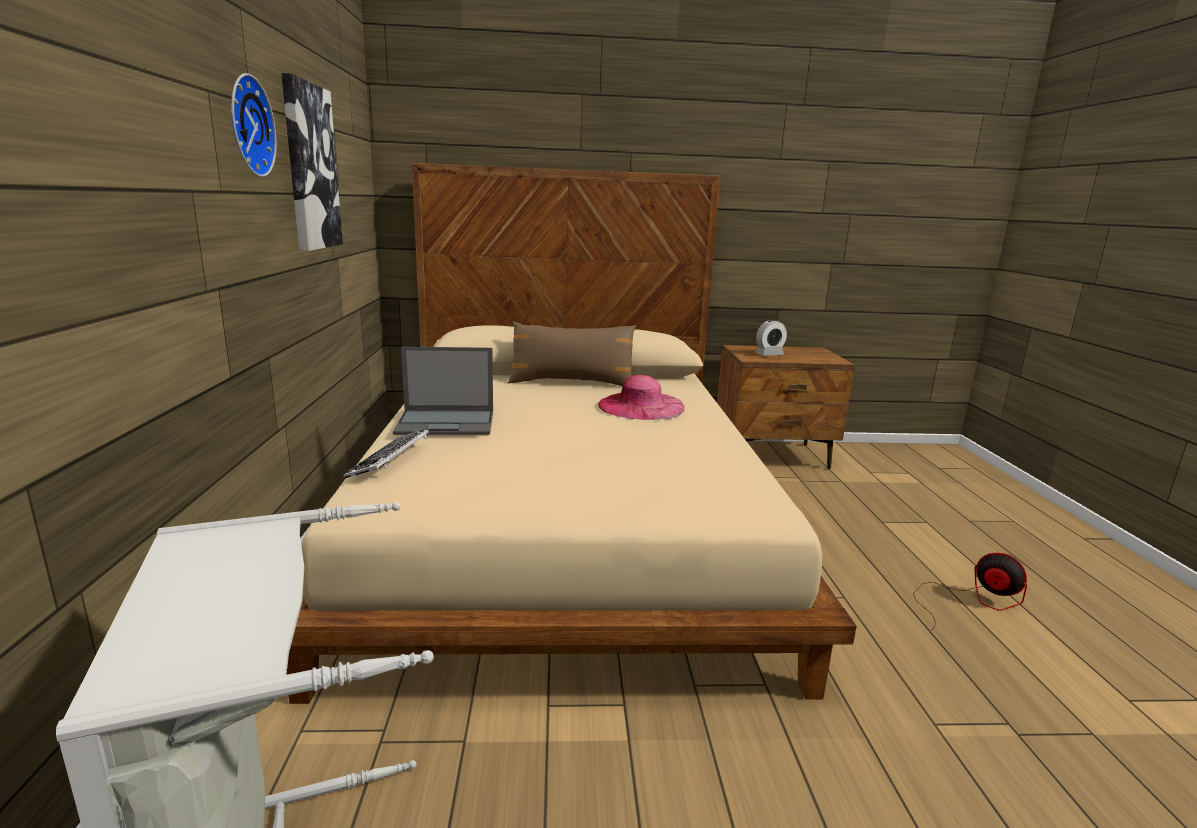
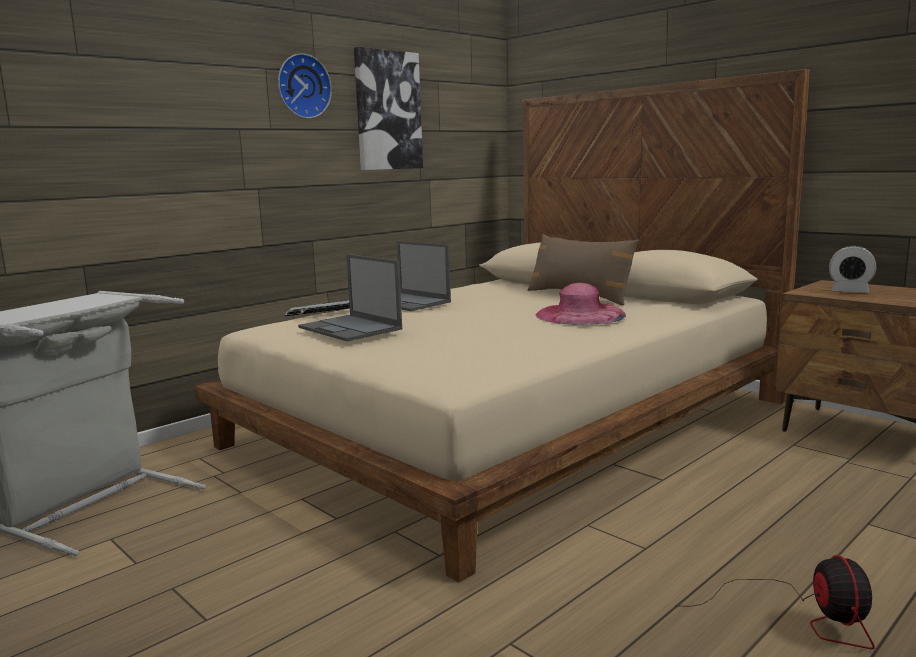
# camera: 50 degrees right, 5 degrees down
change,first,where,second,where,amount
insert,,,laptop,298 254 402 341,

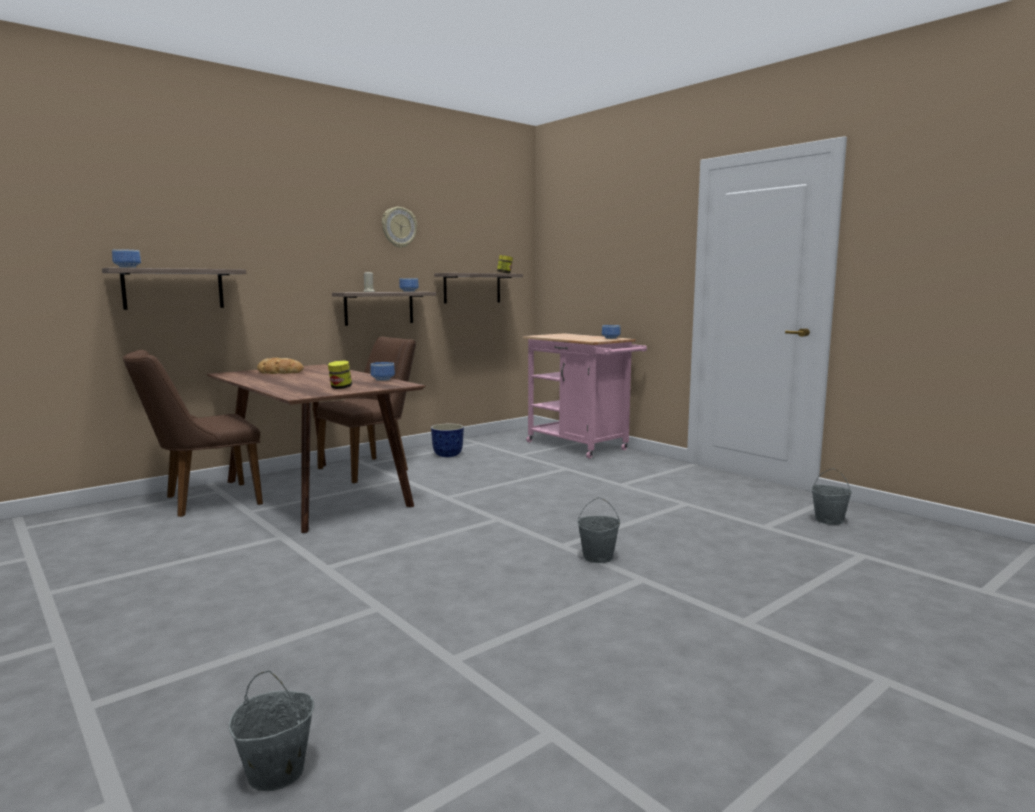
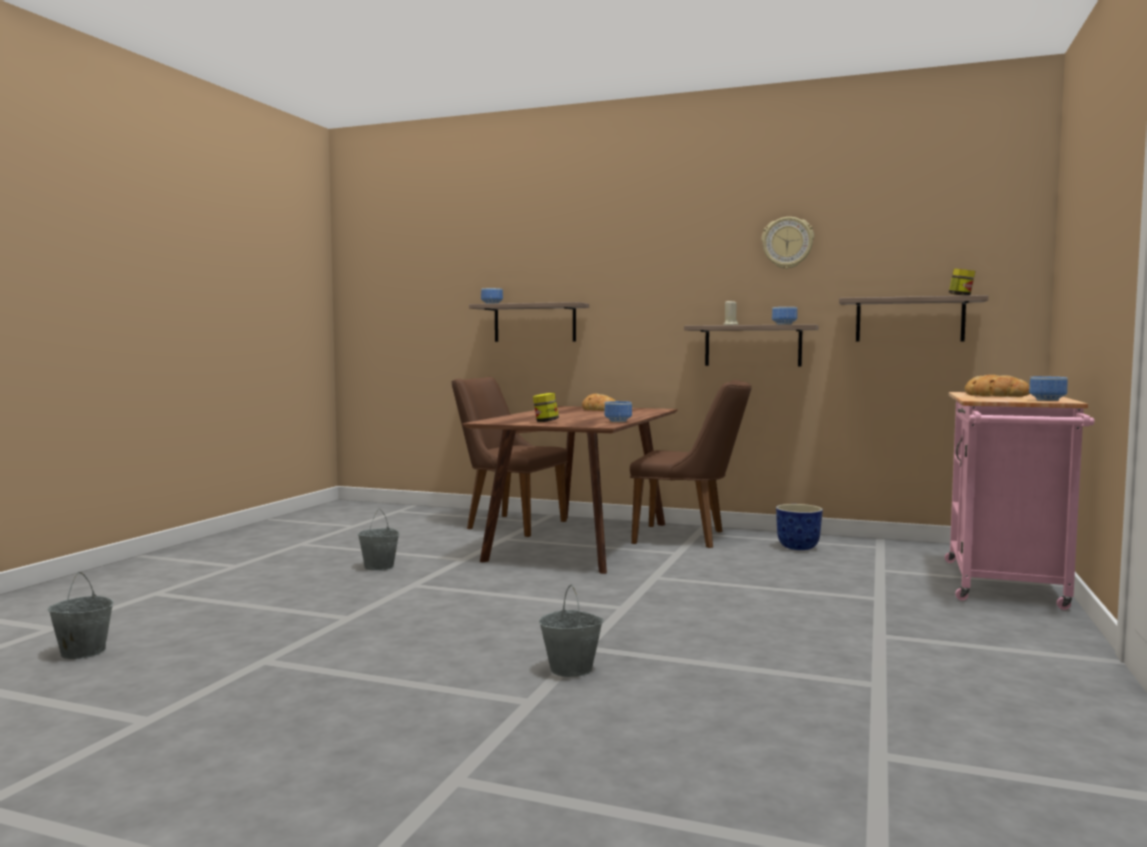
# camera: 60 degrees right, 5 degrees down
change,first,where,second,where,amount
move,pail/greyish,811 468 852 525,,357 509 400 571,
insert,,,bakery bread,965 375 1030 397,

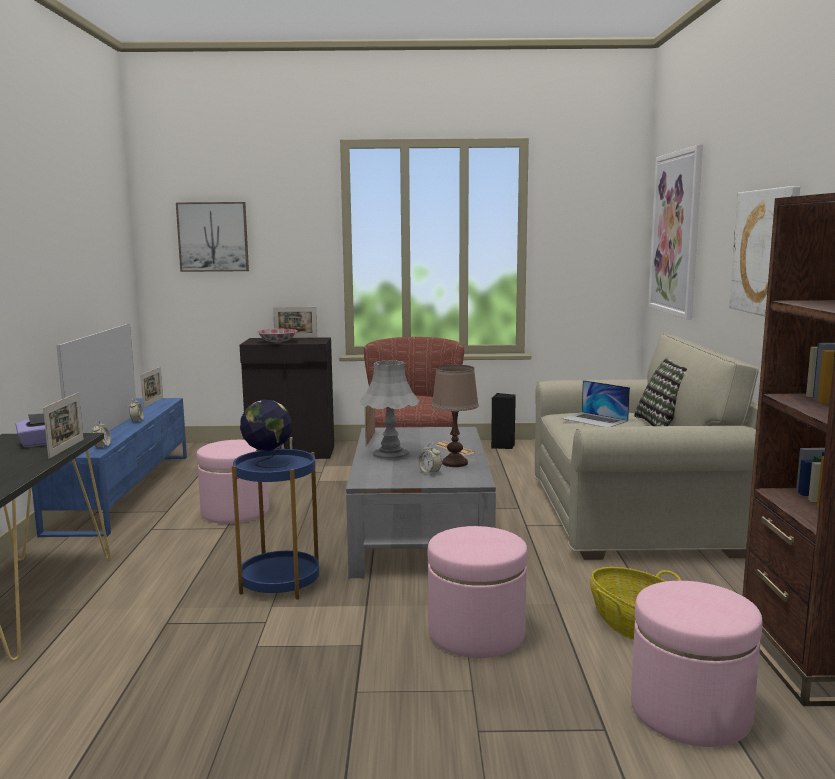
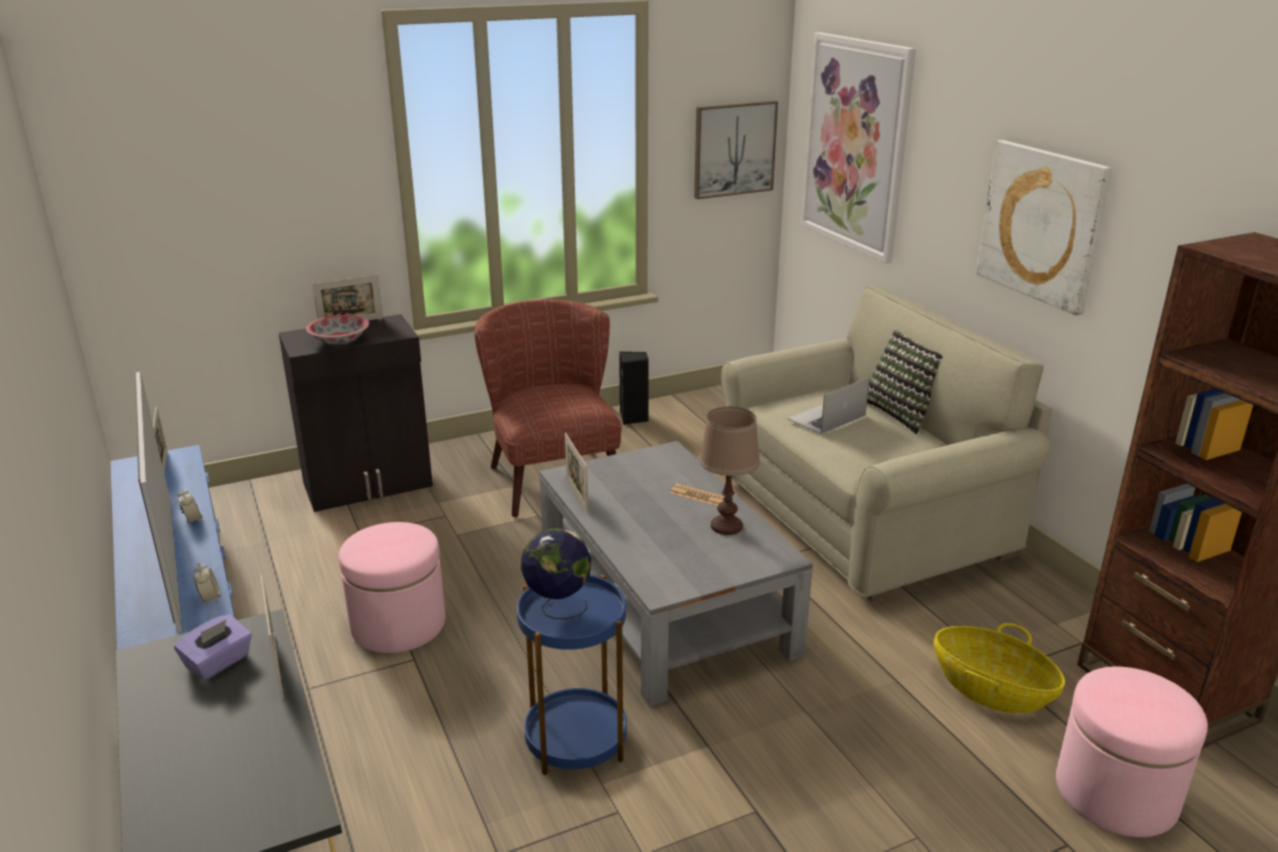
# camera: 25 degrees left, 15 degrees up
change,first,where,second,where,amount
move,wall picture,176 202 249 272,,694 101 778 199,
delete,table lamp/greyish,360 360 419 460,,,
rotate,laptop,561 380 630 427,,788 377 870 434,120 degrees clockwise
delete,bedside clock,418 443 442 475,,,
delete,pouffe/pink-coloured,428 526 528 658,,,

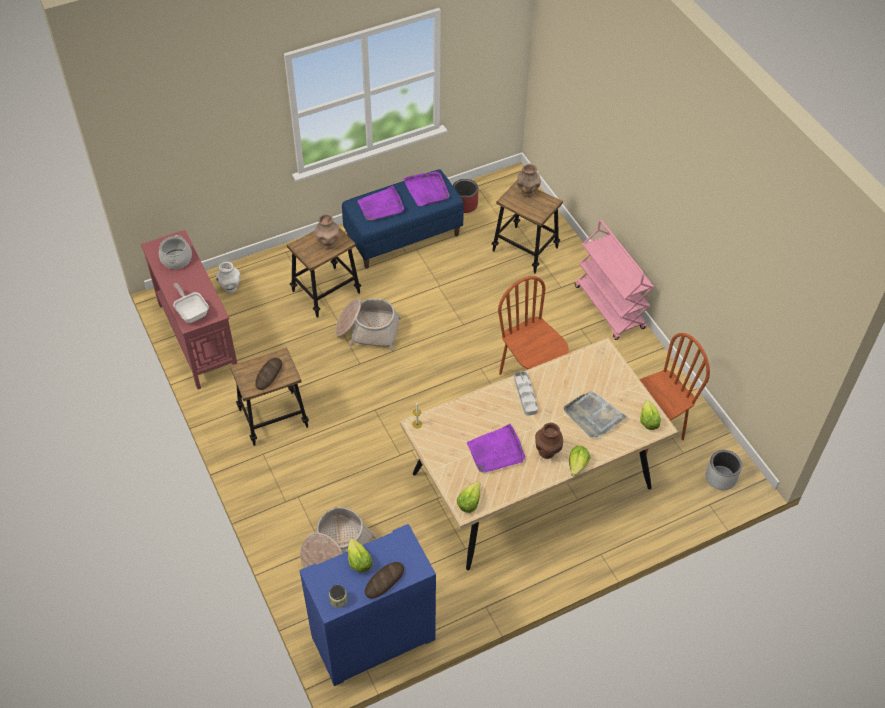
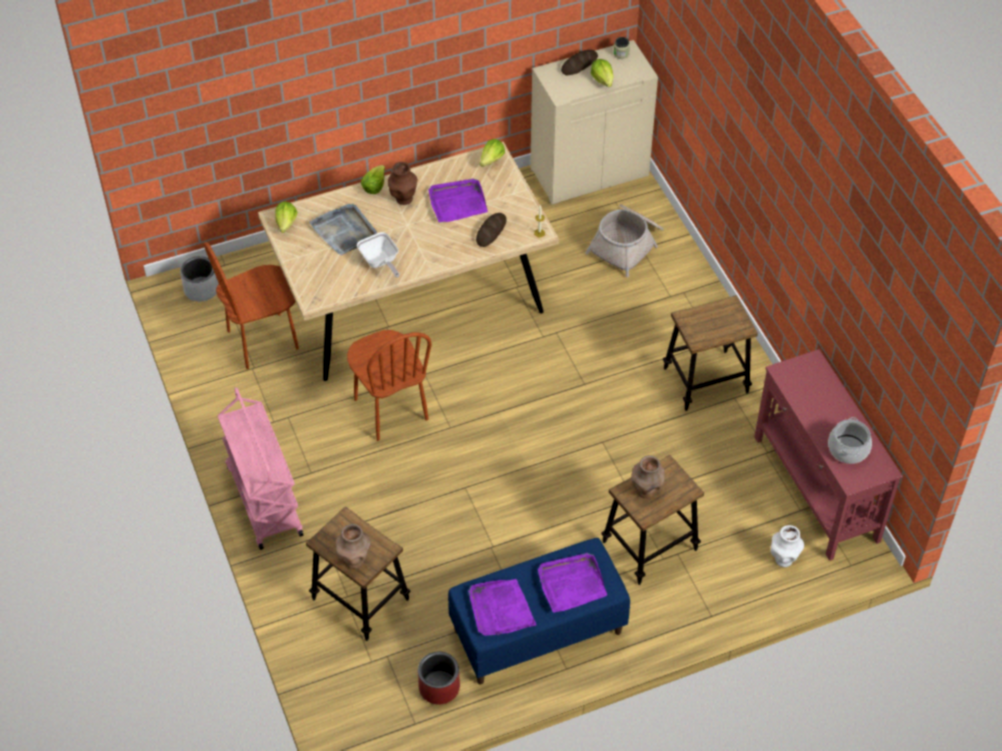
# camera: 175 degrees left, 0 degrees up
change,first,where,second,where,amount
move,pan,173 283 209 323,,357 232 399 278,
delete,storage basket,335 298 401 351,,,
move,bakery bread,255 358 282 390,,476 213 507 247,
delete,tray/greyish,514 371 538 416,,,
recolor,cupboard/blue,300 524 436 686,cupboard/beige,530 40 658 205,

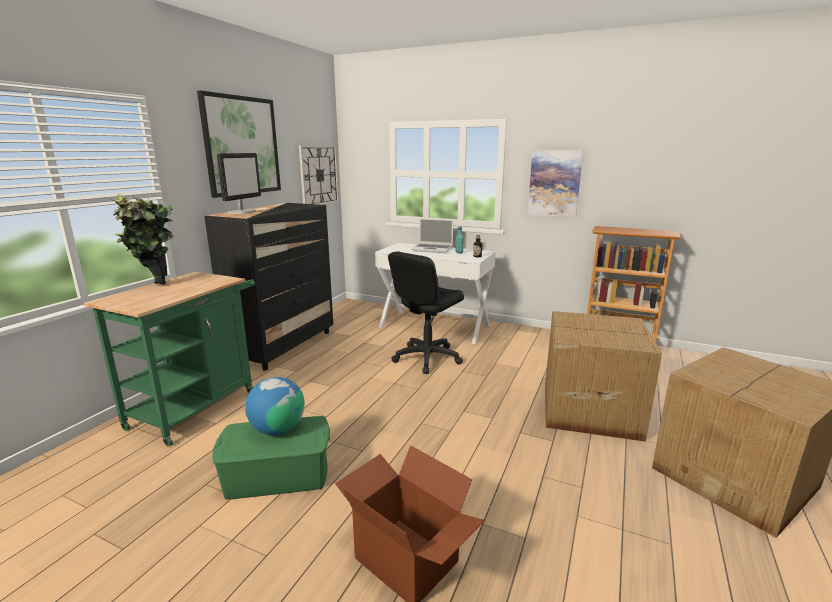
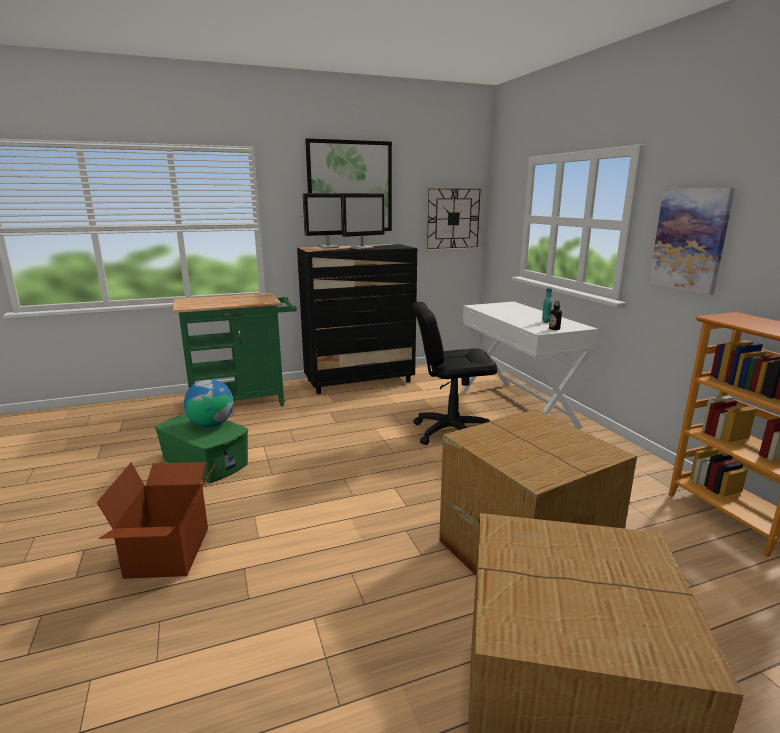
# camera: 45 degrees right, 0 degrees up
change,first,where,second,where,amount
delete,potted plant,110 194 174 285,,,
delete,laptop,411 218 453 253,,,
insert,,,monitor,341 193 385 249,

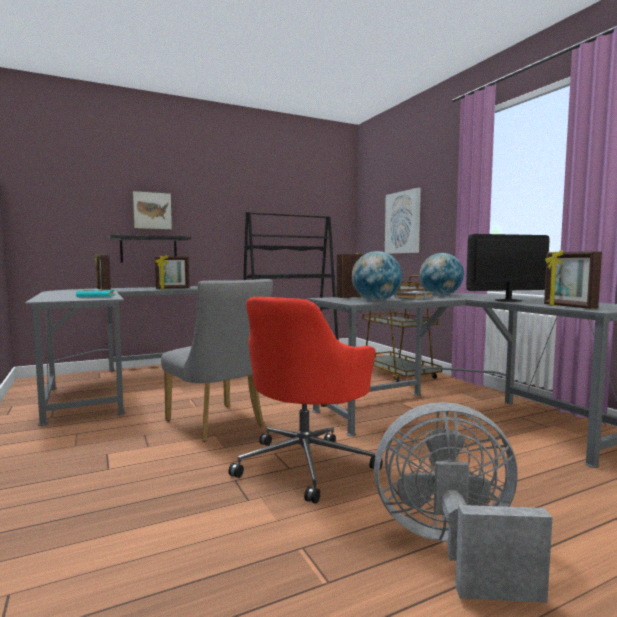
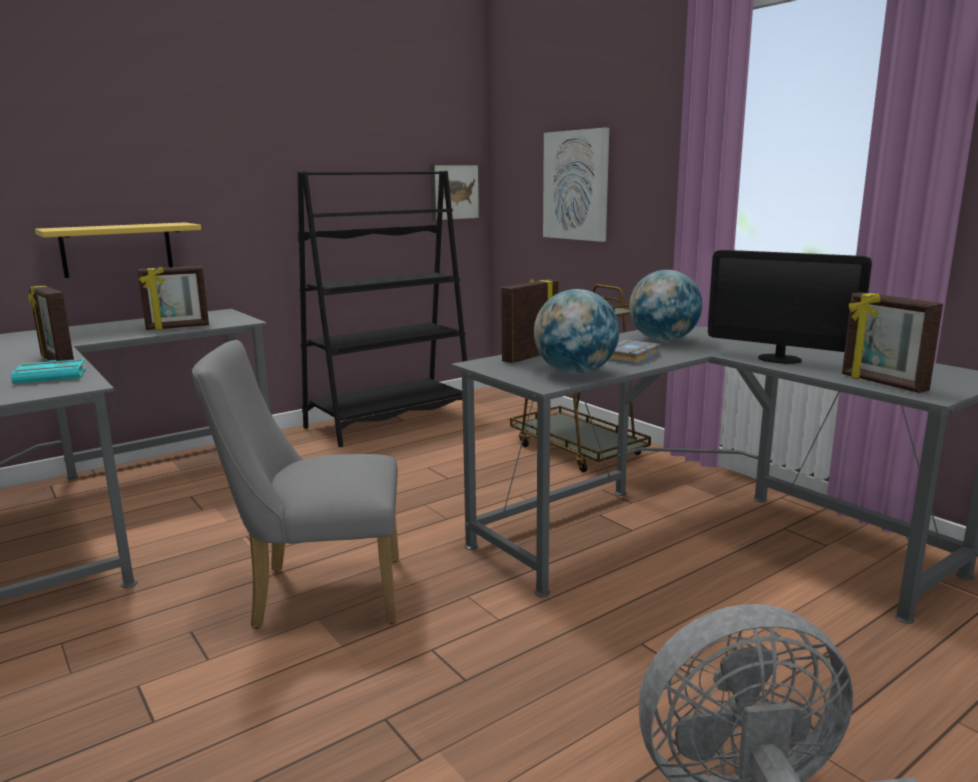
# camera: 10 degrees left, 10 degrees up
change,first,where,second,where,amount
move,wall picture,132 190 173 230,,430 164 480 221,
recolor,bracket shelf/black-coloured,109 234 191 263,bracket shelf/yellowish,35 222 201 278,
rotate,monitor,466 234 550 302,,708 250 872 364,120 degrees counterclockwise
rotate,plain chair/greyish,161 279 273 442,,192 340 399 629,135 degrees clockwise
delete,office chair/reddish,228 297 383 504,,,

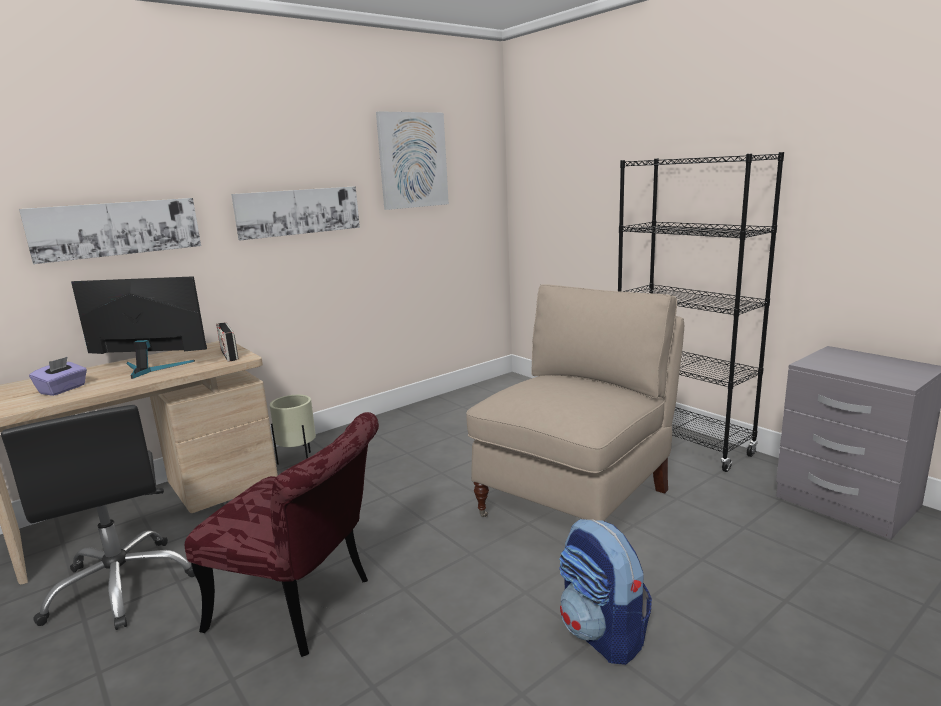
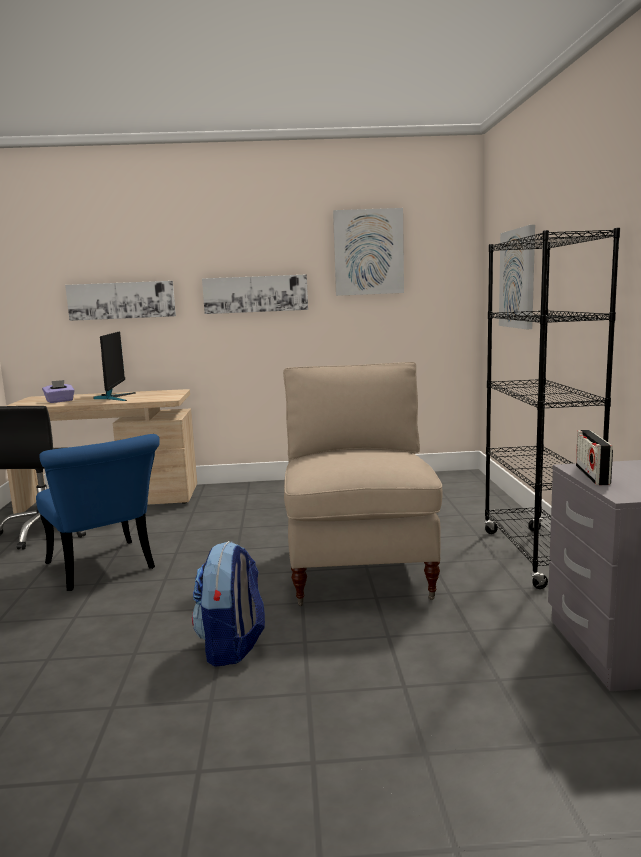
# camera: 35 degrees right, 5 degrees down
change,first,where,second,where,amount
rotate,monitor,71 276 207 379,,94 331 135 401,45 degrees clockwise
rotate,plain chair/beige,466 284 684 521,,283 362 443 606,75 degrees counterclockwise
move,radio,216 322 239 361,,576 430 613 485,
delete,flower pot/beige,270 395 316 465,,,
recolor,plain chair/reddish,185 412 379 657,plain chair/blue,36 434 160 591,
insert,,,wall picture,499 225 535 329,

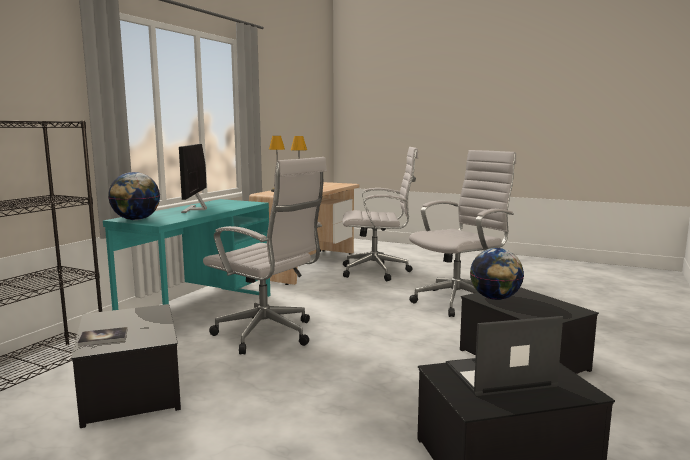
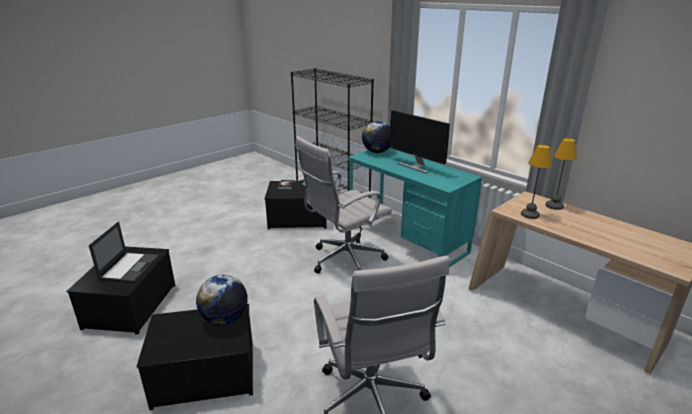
# camera: 110 degrees right, 15 degrees up
change,first,where,second,where,amount
rotate,monitor,179 144 207 213,,389 110 450 173,150 degrees counterclockwise
delete,office chair/white-coloured,342 147 418 281,,,

